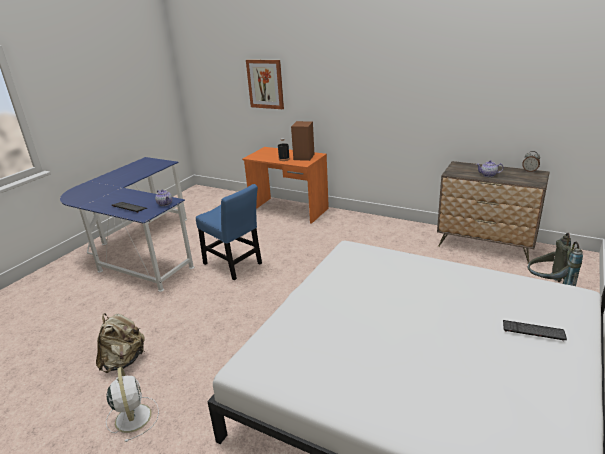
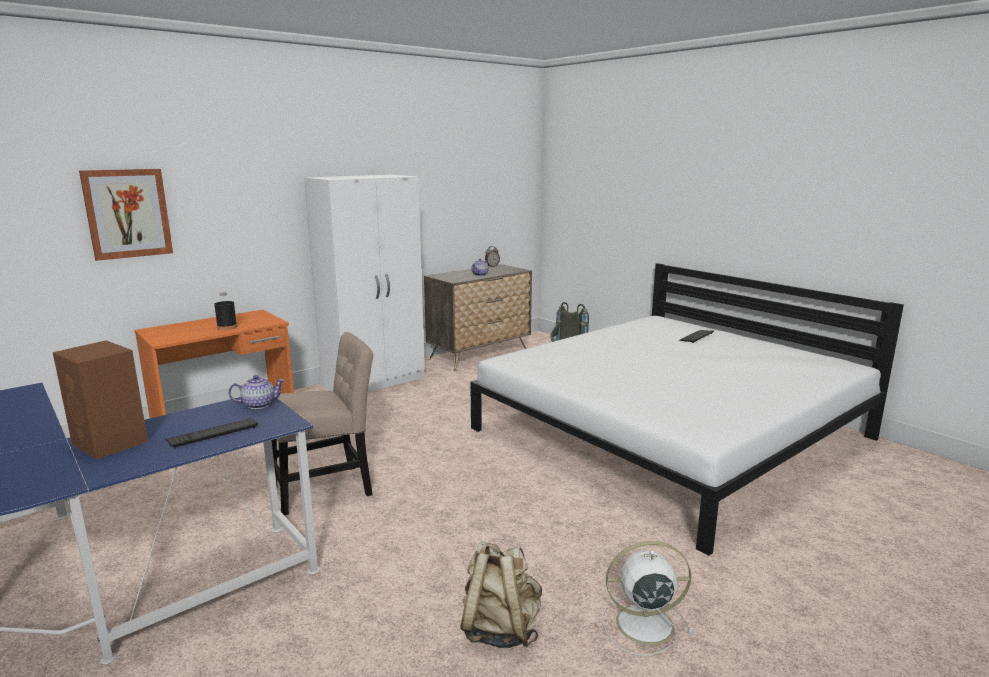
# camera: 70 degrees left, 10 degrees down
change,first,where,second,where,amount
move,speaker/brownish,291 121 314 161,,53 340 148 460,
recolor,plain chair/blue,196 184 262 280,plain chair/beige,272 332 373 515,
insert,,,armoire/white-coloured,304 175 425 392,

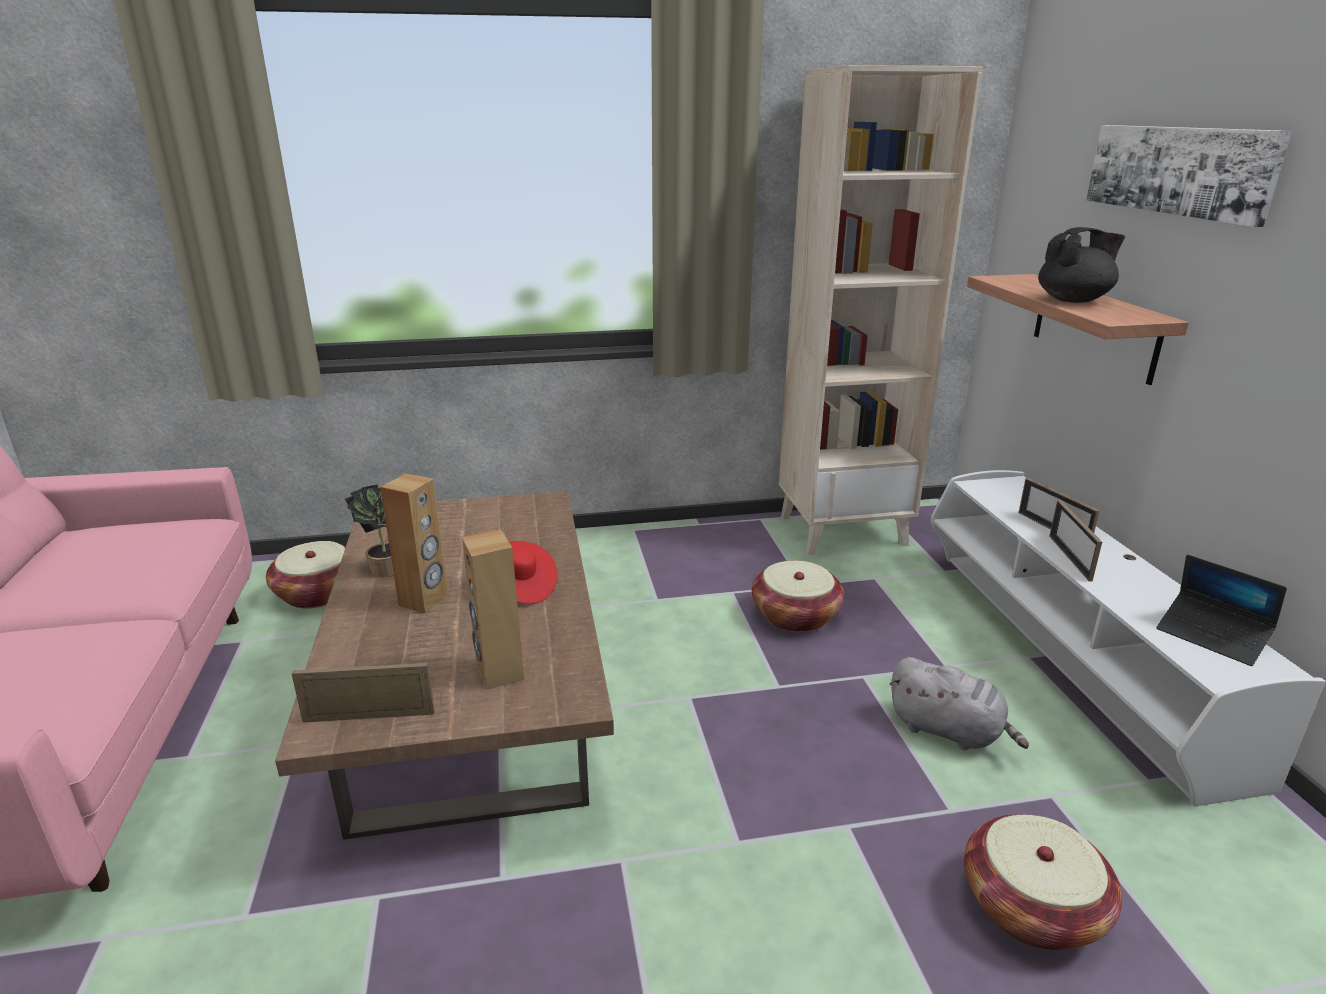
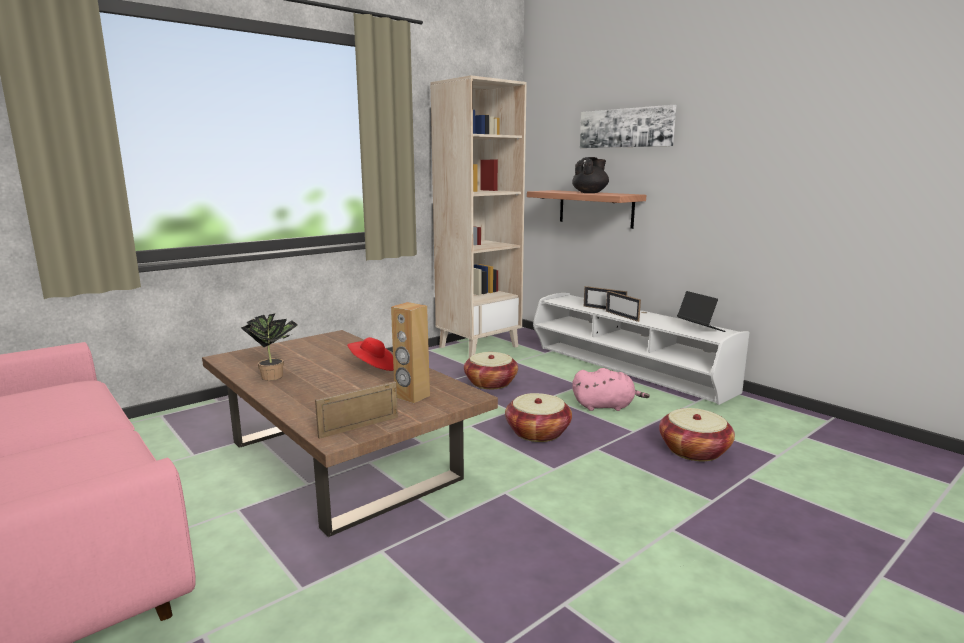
# camera: 30 degrees left, 10 degrees down
change,first,where,second,where,amount
delete,speaker/brownish,380 474 448 613,,,
move,storage basket,266 541 345 609,,505 393 572 442,
rotate,laptop,1156 555 1287 666,,677 291 726 332,135 degrees counterclockwise
recolor,plush toy/greyish,890 657 1029 750,plush toy/pink-coloured,572 368 650 411,

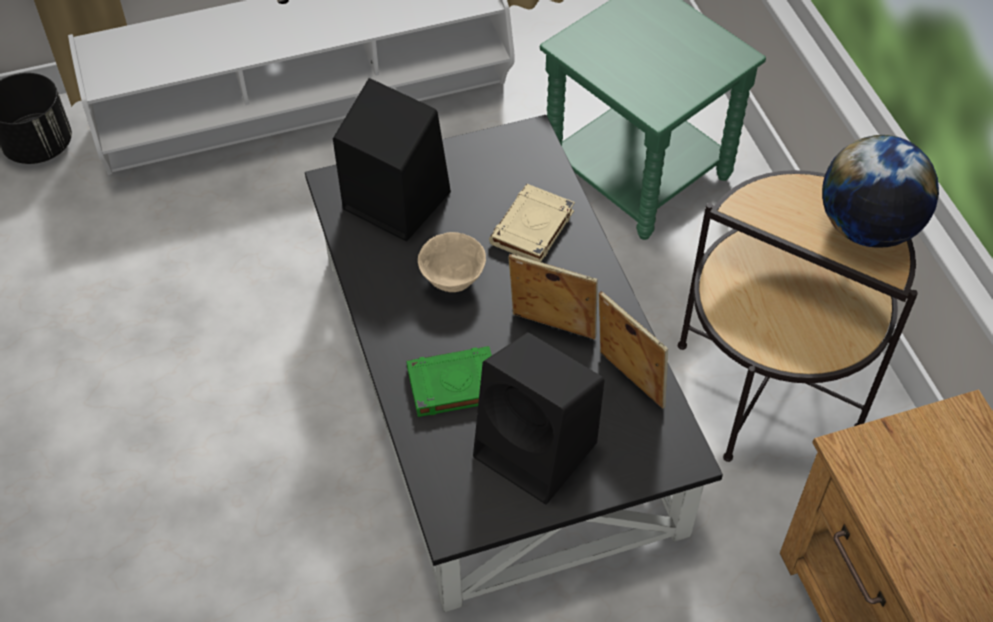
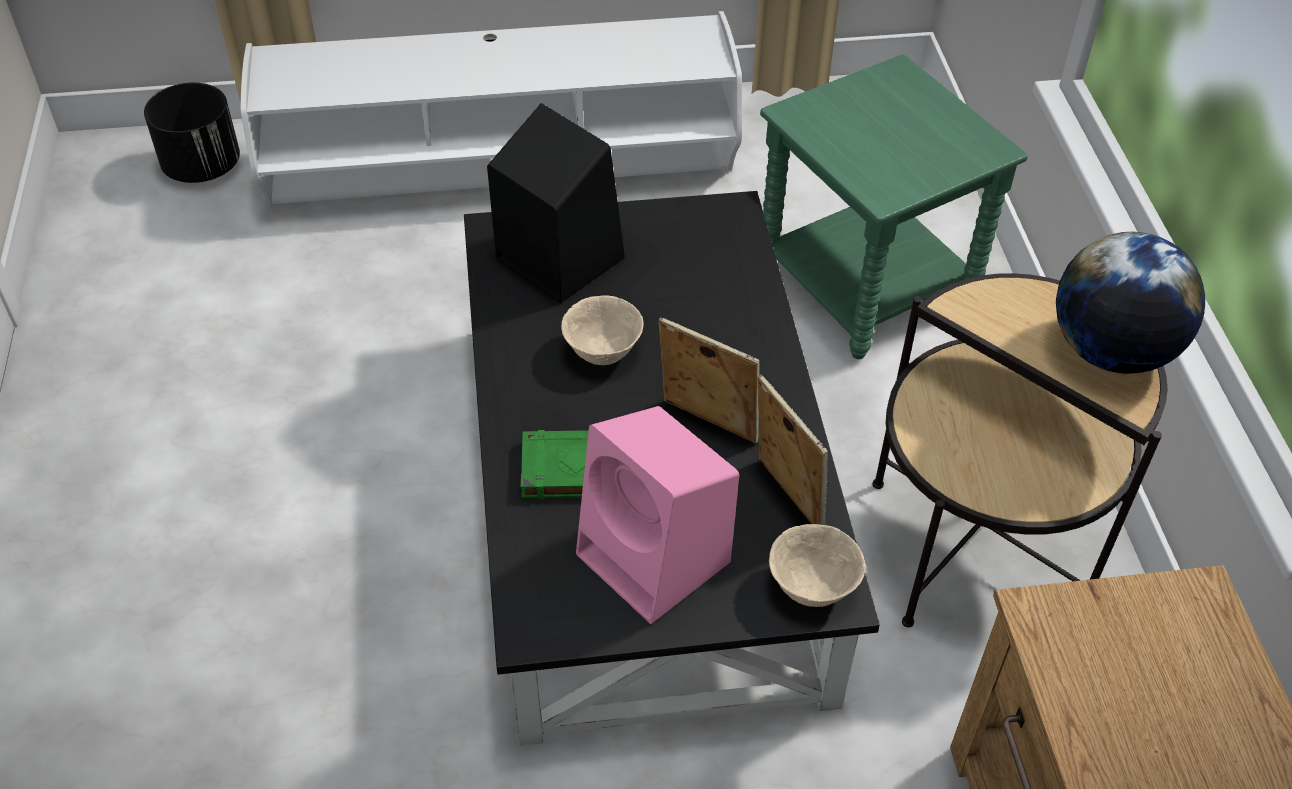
# camera: 10 degrees right, 5 degrees down
change,first,where,second,where,amount
delete,book/beige,489 184 575 262,,,
recolor,speaker/black-coloured,473 332 605 505,speaker/pink-coloured,576 406 739 624,
insert,,,bowl/beige,769 524 865 607,

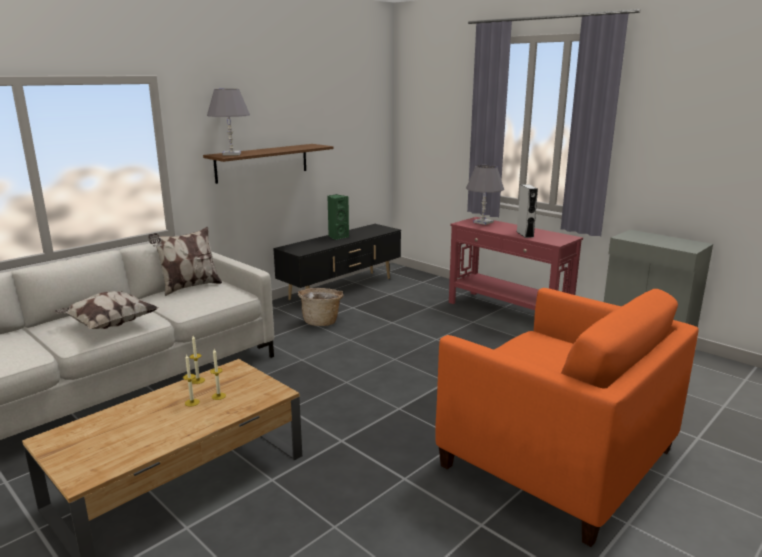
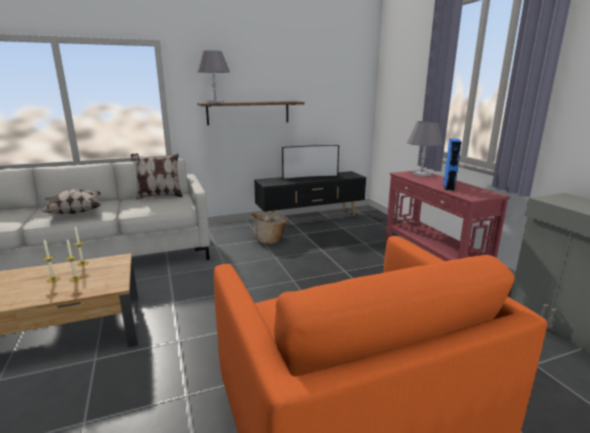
# camera: 25 degrees right, 0 degrees up
change,first,where,second,where,amount
recolor,speaker/greyish,517 184 538 238,speaker/blue,443 138 462 191,
replace,speaker/green,327 194 349 240,TV,282 145 339 179,

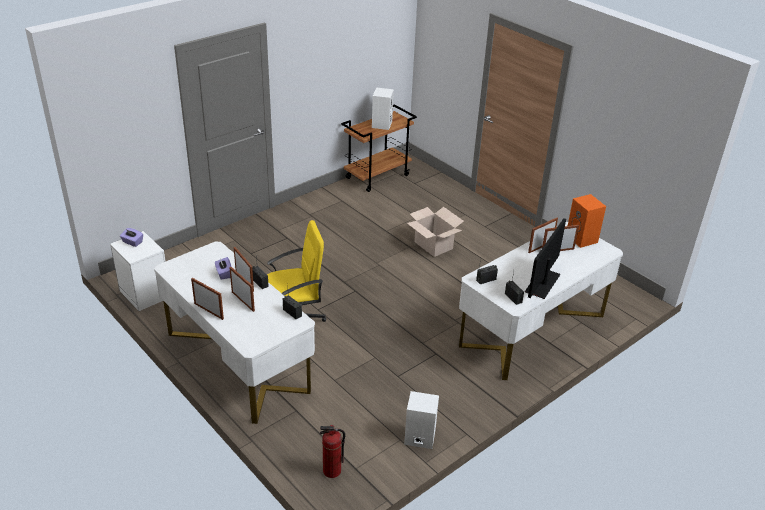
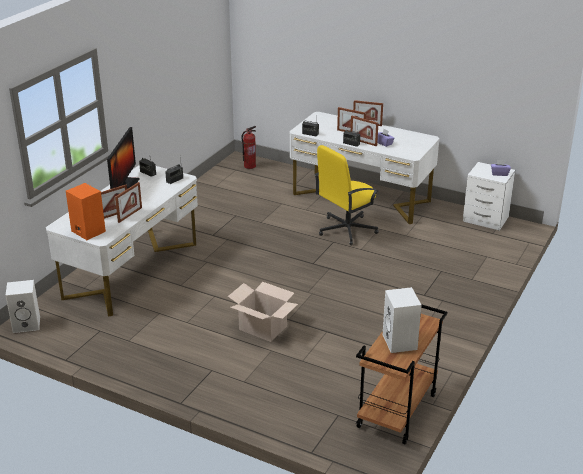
# camera: 160 degrees right, 5 degrees down
change,first,where,second,where,amount
move,speaker/white-coloured,404 391 439 449,,5 280 40 333,

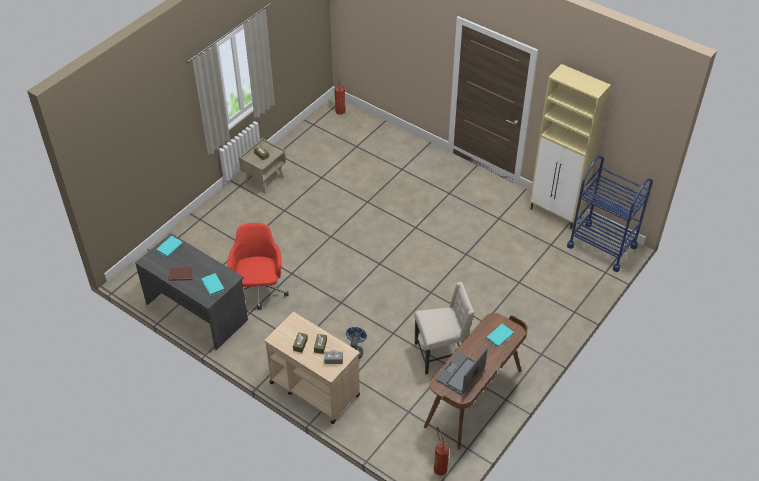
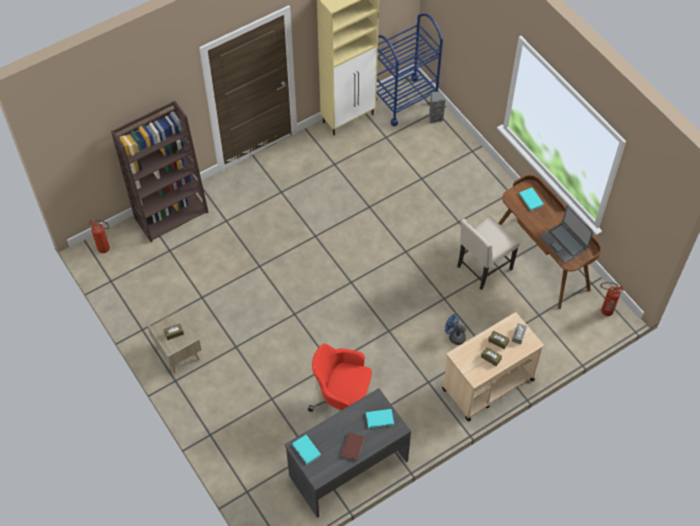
# camera: 70 degrees left, 10 degrees up
change,first,where,second,where,amount
rotate,plain chair/beige,414 282 474 375,,457 216 519 290,135 degrees counterclockwise
insert,,,speaker/greyish,429 91 445 123,
insert,,,bookcase/brownish,111 101 209 242,

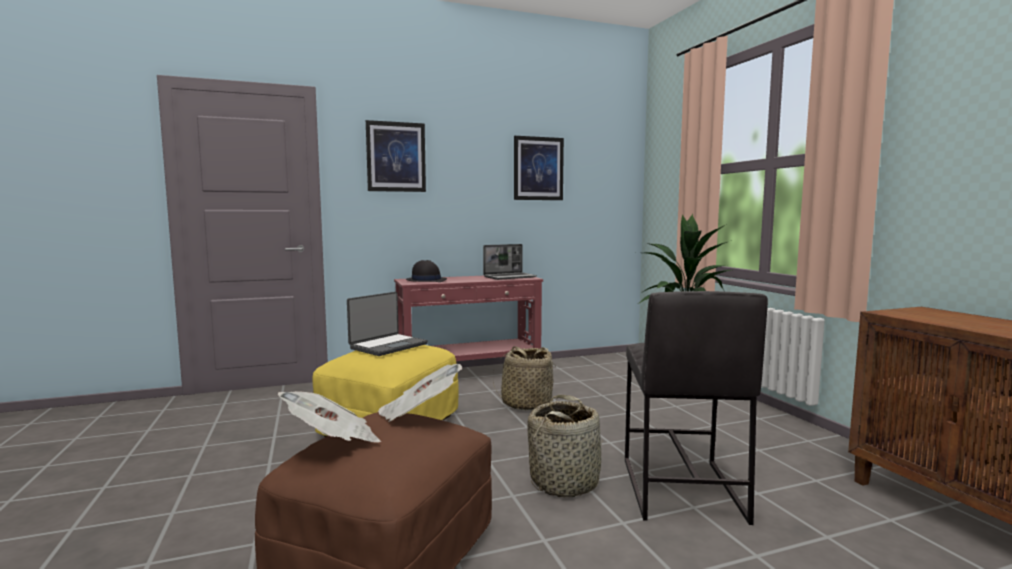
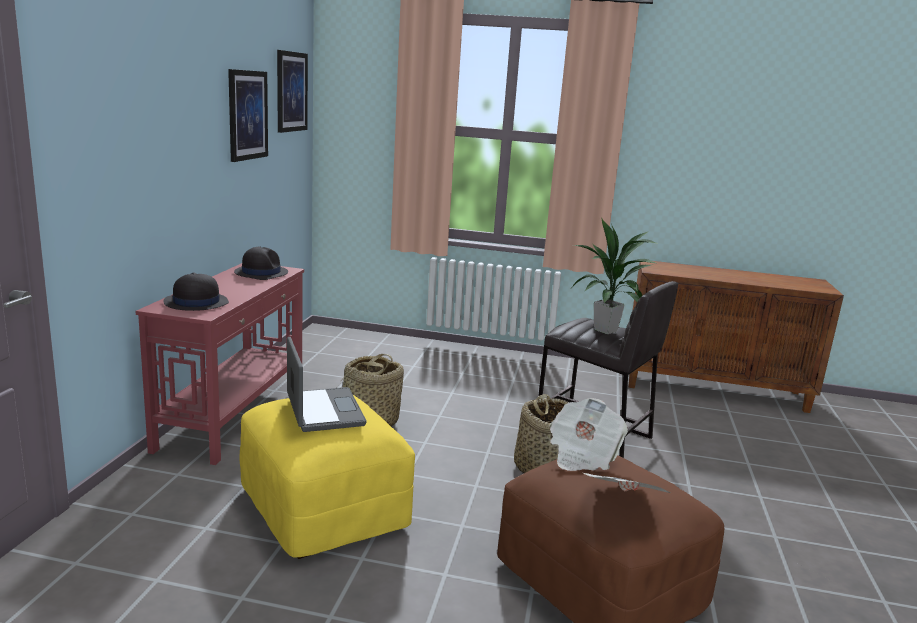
# camera: 60 degrees left, 10 degrees up
change,first,where,second,where,amount
move,wall picture,366 120 426 192,,277 50 308 133,
replace,laptop,483 244 537 280,clothing hat/black-coloured,234 247 288 280,

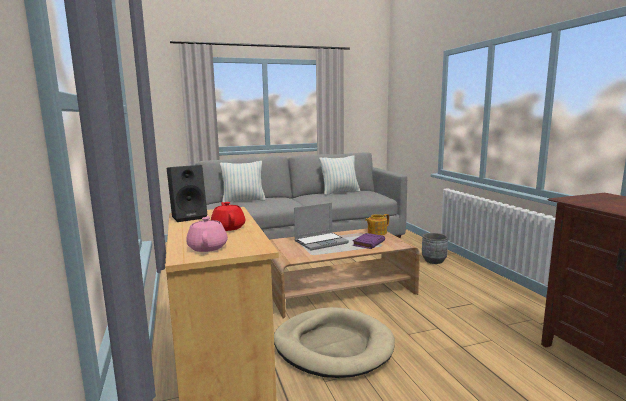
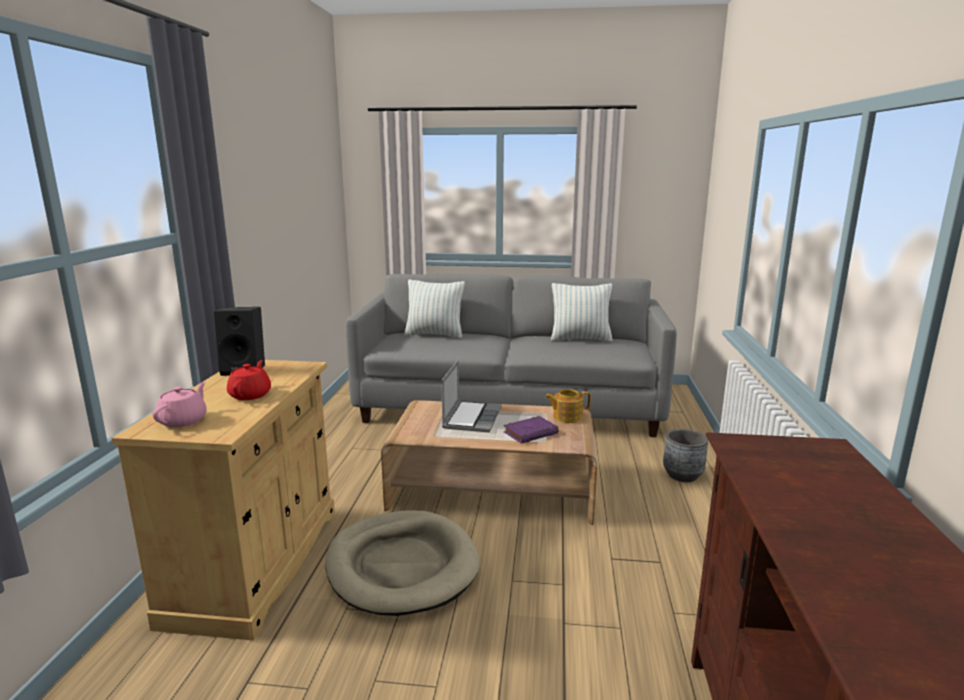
# camera: 25 degrees right, 5 degrees up
change,first,where,second,where,amount
rotate,laptop,294 203 349 250,,441 360 502 432,75 degrees counterclockwise

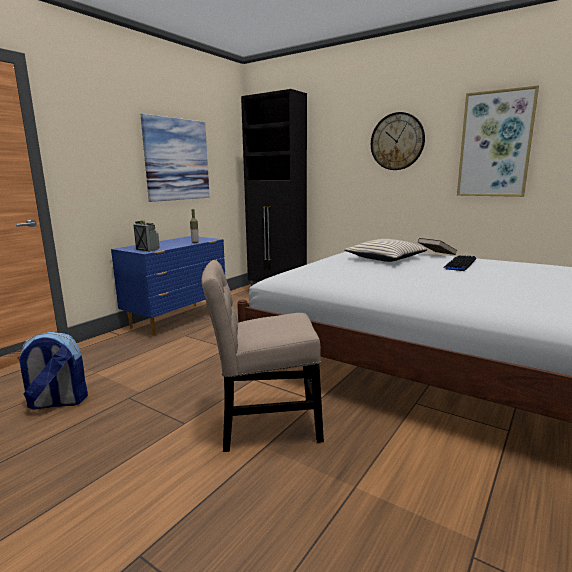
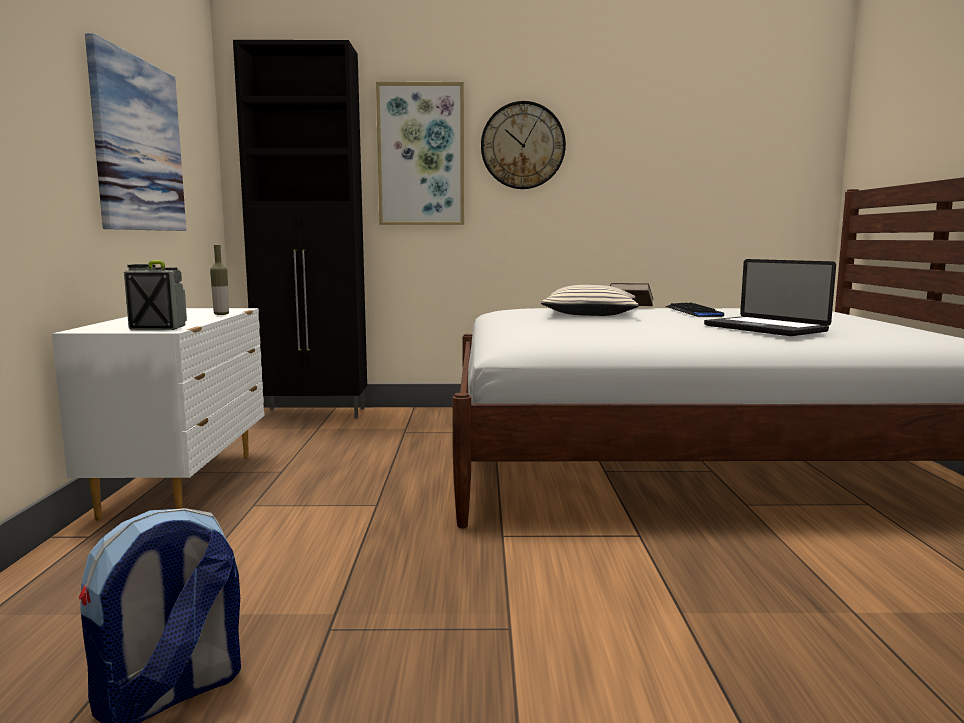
# camera: 35 degrees left, 5 degrees down
change,first,where,second,where,amount
move,wall picture,457 85 539 197,,376 82 464 225,
recolor,dresser/blue,111 236 225 336,dresser/white-coloured,52 308 265 521,
delete,plain chair/beige,202 260 324 452,,,
insert,,,laptop,704 259 836 336,

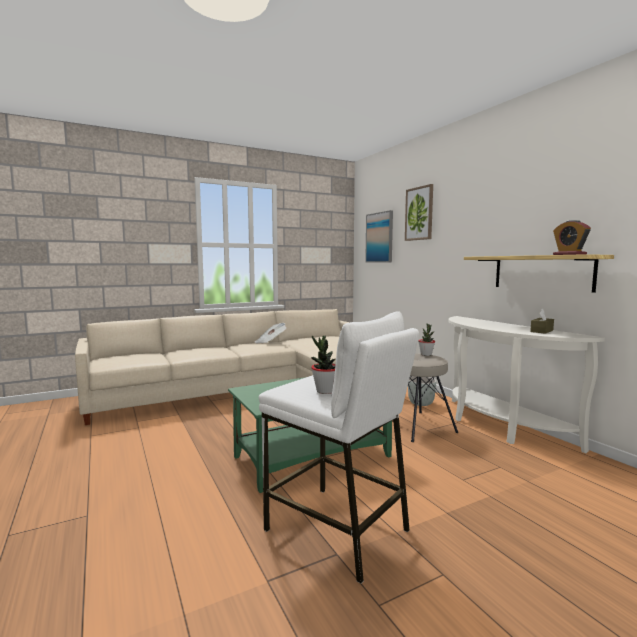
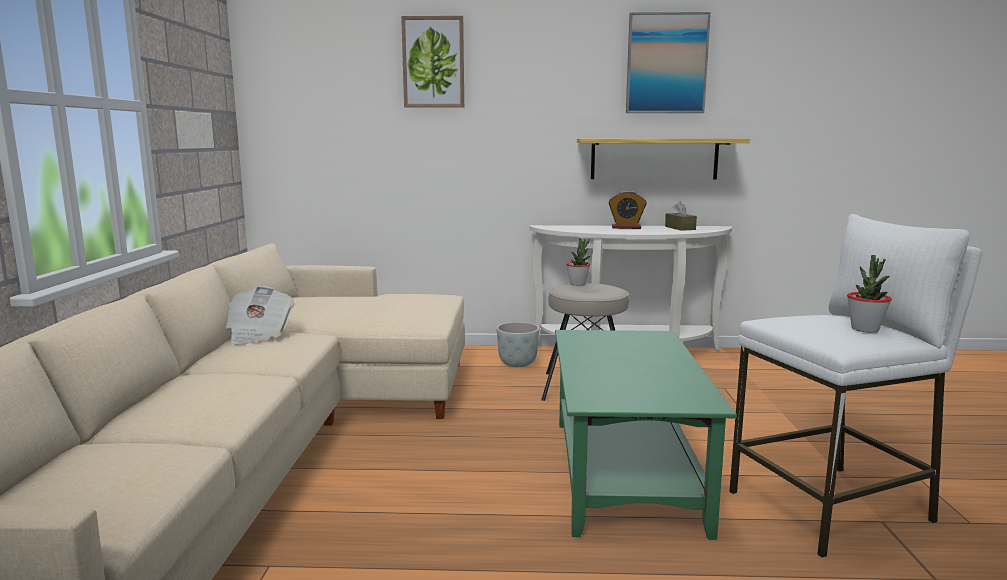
# camera: 60 degrees left, 5 degrees up
change,first,where,second,where,amount
move,wall picture,365 210 393 263,,626 12 711 113,
move,bedside clock,553 220 591 255,,608 191 647 229,

